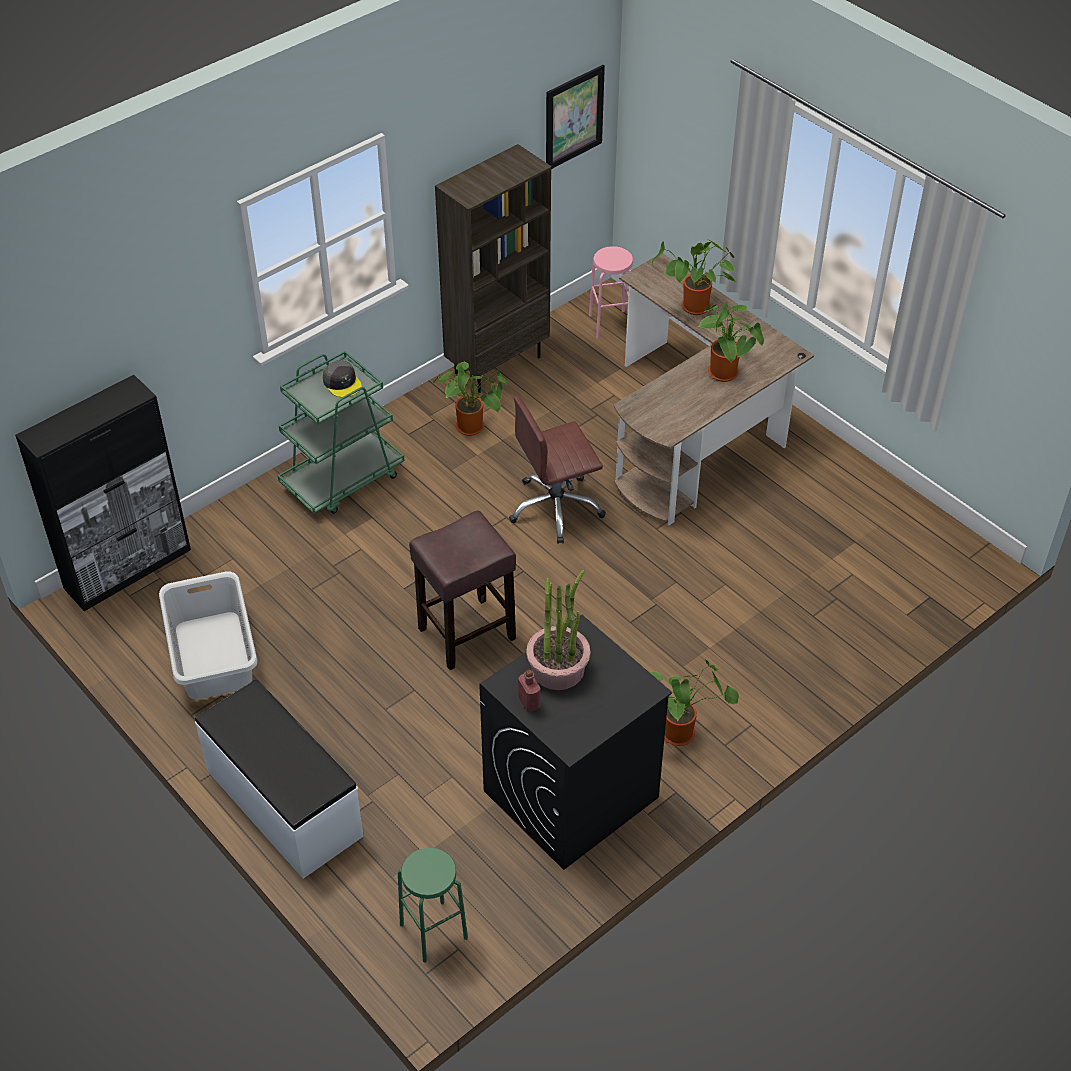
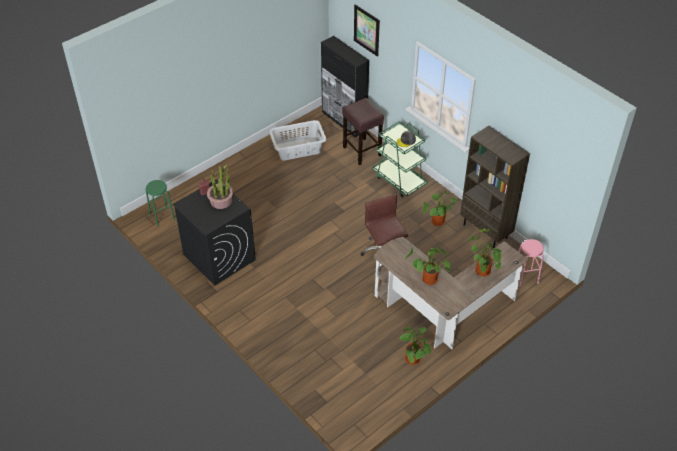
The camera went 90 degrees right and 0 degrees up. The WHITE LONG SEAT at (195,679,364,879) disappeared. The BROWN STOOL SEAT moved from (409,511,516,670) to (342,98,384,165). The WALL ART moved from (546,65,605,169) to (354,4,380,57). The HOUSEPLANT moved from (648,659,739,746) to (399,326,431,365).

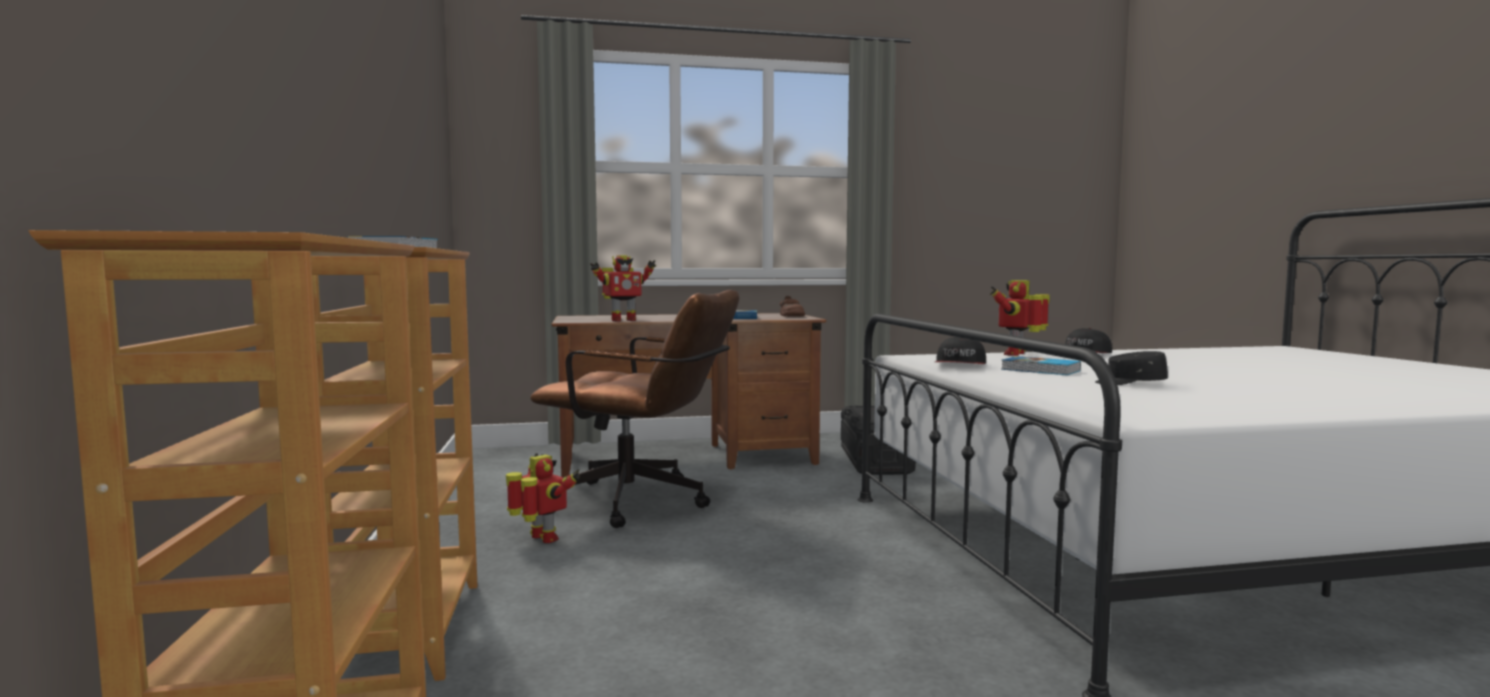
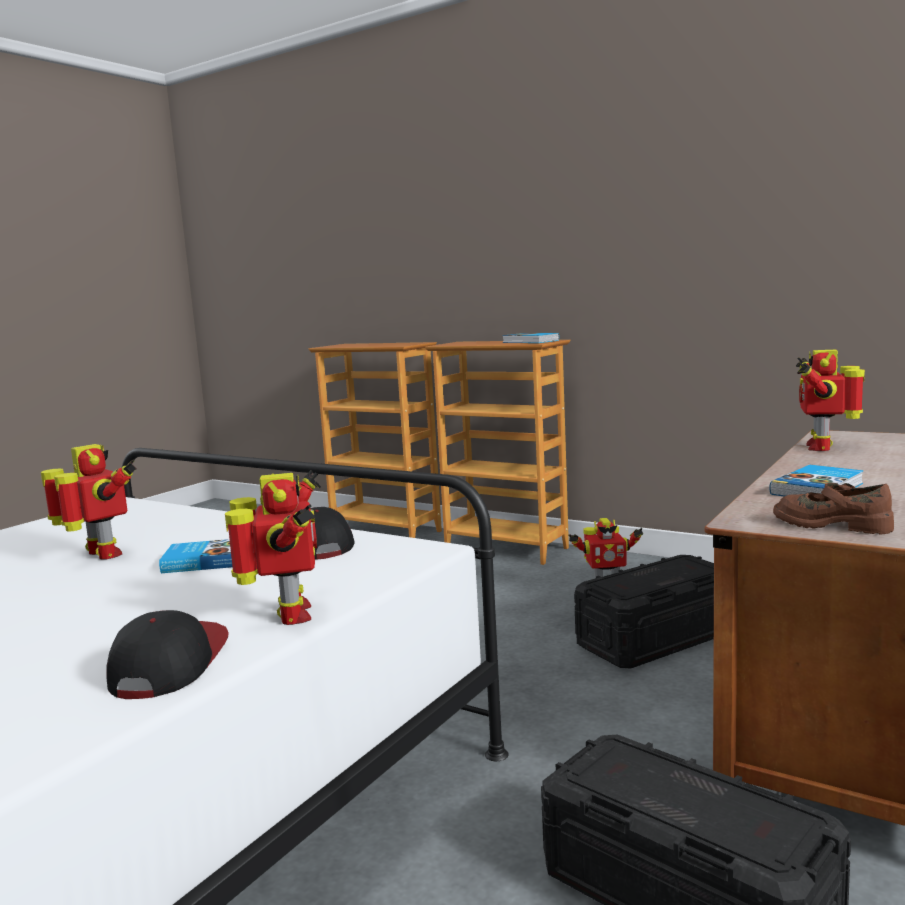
The camera went 135 degrees right and 5 degrees up. The BROWN OFFICE CHAIR at (530,290,739,528) was replaced by the BLACK STORAGE CONTAINER at (574,555,714,669). The BLACK CAP at (1095,351,1168,385) was replaced by the TOY ROBOT at (41,444,137,560).

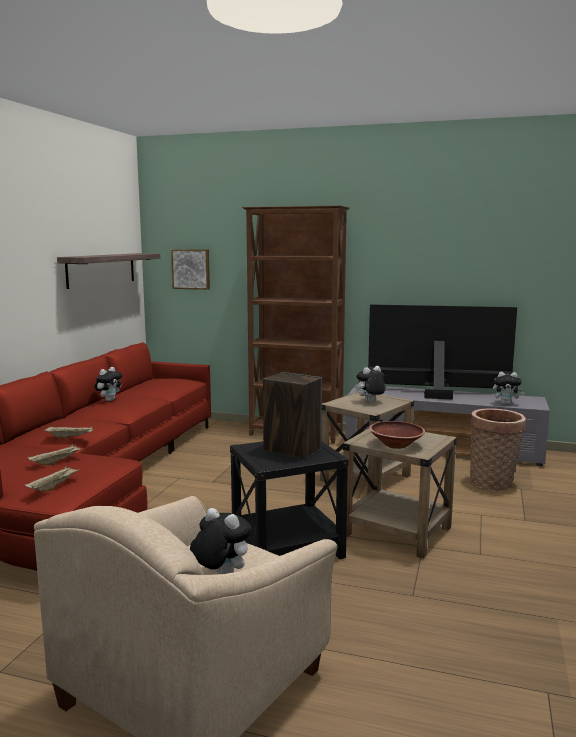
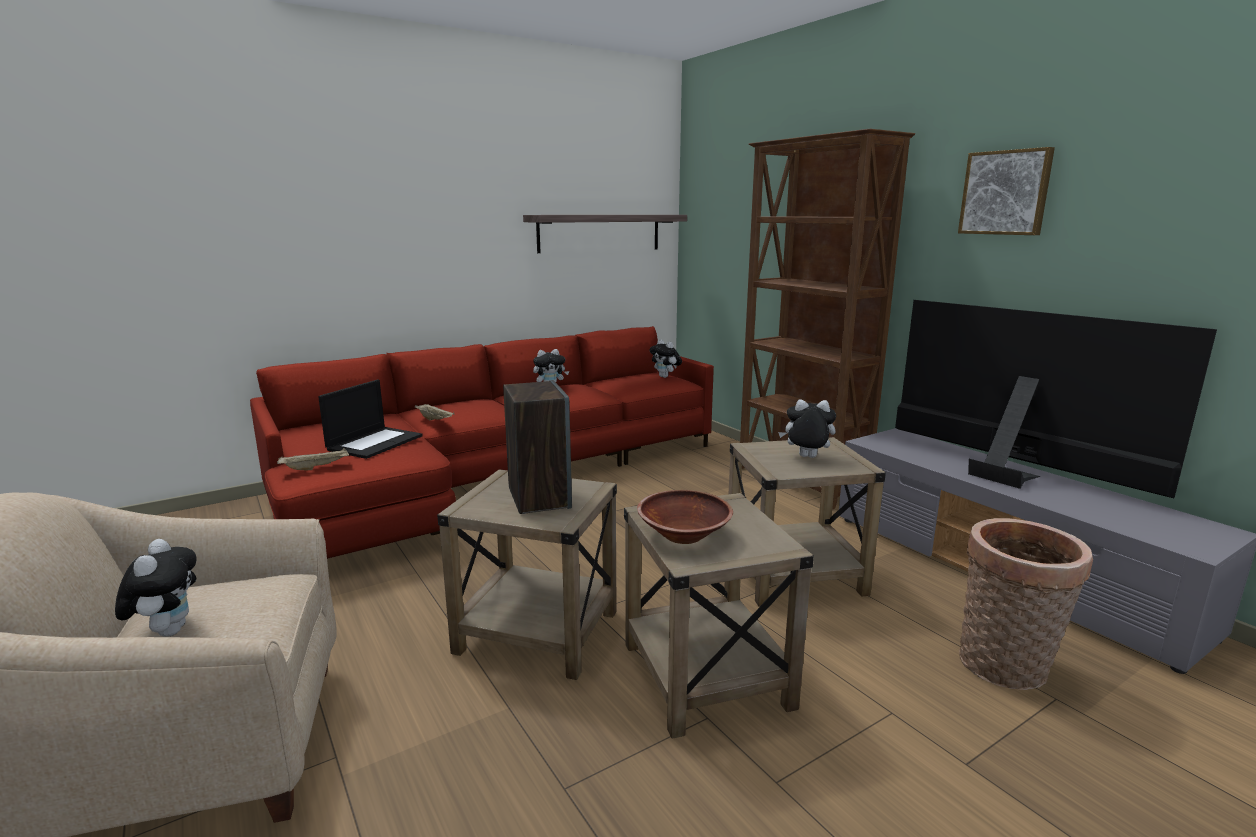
The camera went 40 degrees right and 5 degrees up. The BEIGE TRAY at (28,444,81,465) was replaced by the PORTABLE COMPUTER at (318,380,423,459). The WALL ART moved from (171,249,210,290) to (958,147,1055,235). The BLACK SIDE TABLE at (230,441,349,559) became the BEIGE SIDE TABLE at (437,470,617,680). The PLUSH TOY moved from (493,371,525,405) to (649,339,682,378).

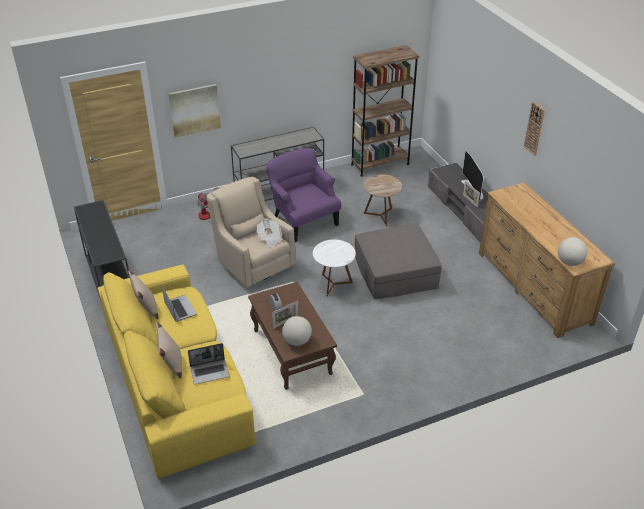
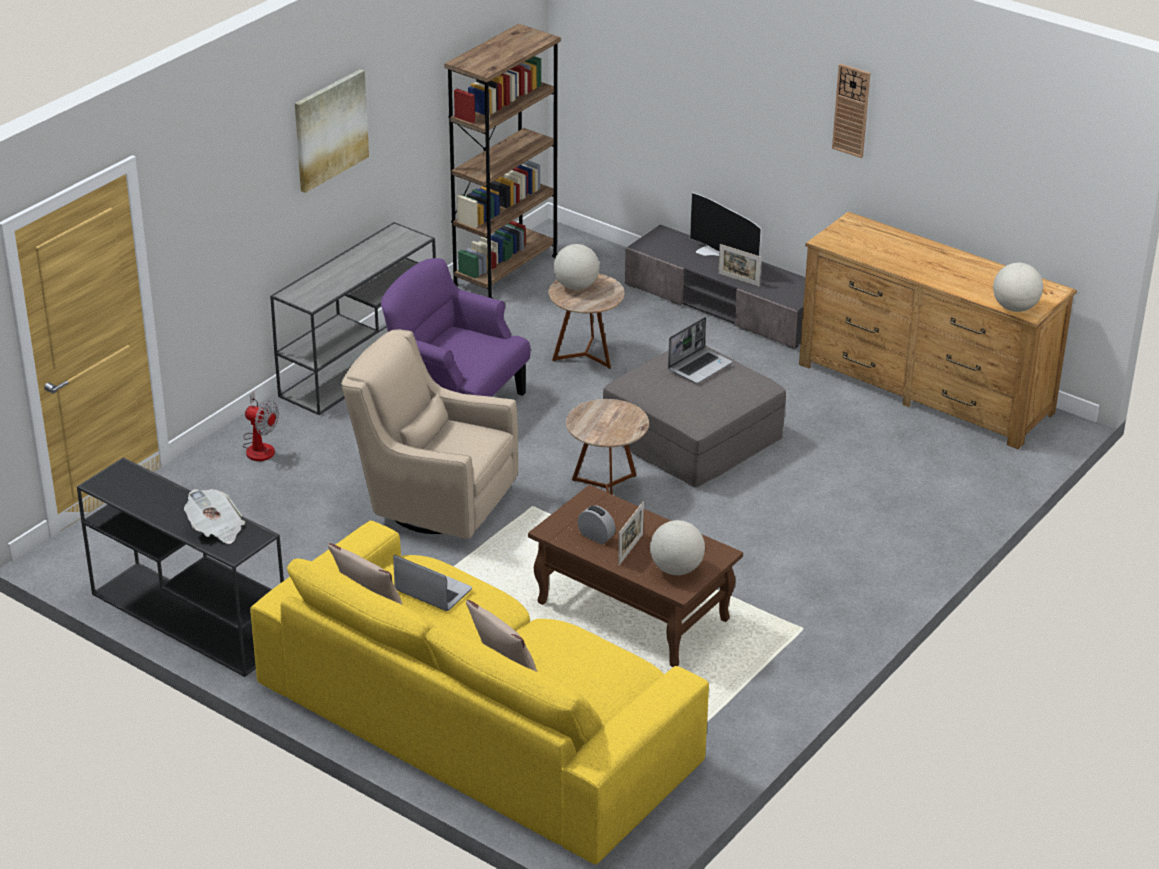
The camera went 30 degrees left and 5 degrees down. The WALL ART moved from (168,84,221,138) to (295,69,369,193). The PORTABLE COMPUTER moved from (188,343,229,384) to (668,317,732,383). The NEWSPAPER moved from (257,219,282,247) to (184,489,245,544). The WHITE SIDE TABLE at (313,240,356,297) became the BROWN SIDE TABLE at (566,399,649,494). The GLOBE at (554,244,599,290) appeared.

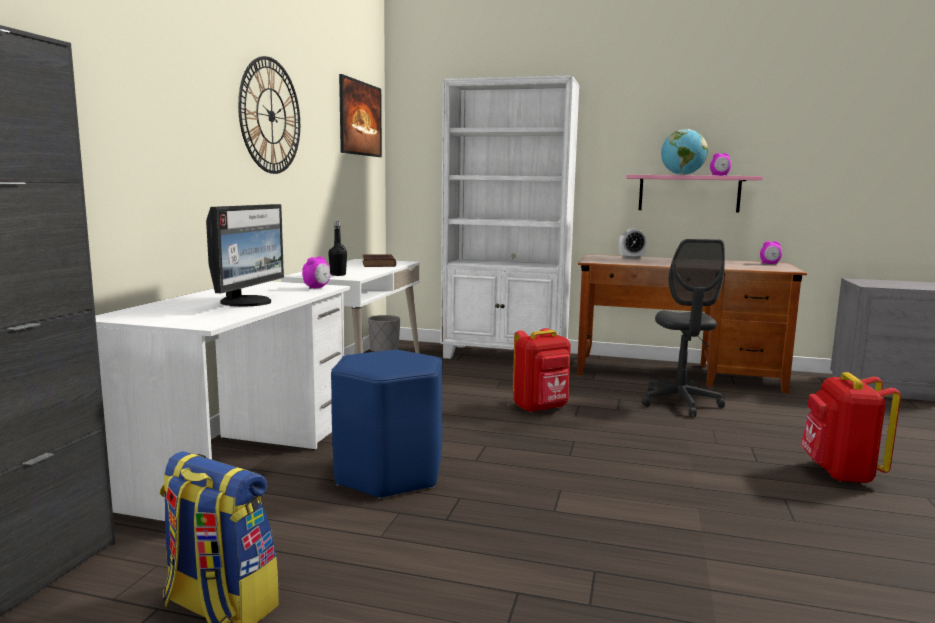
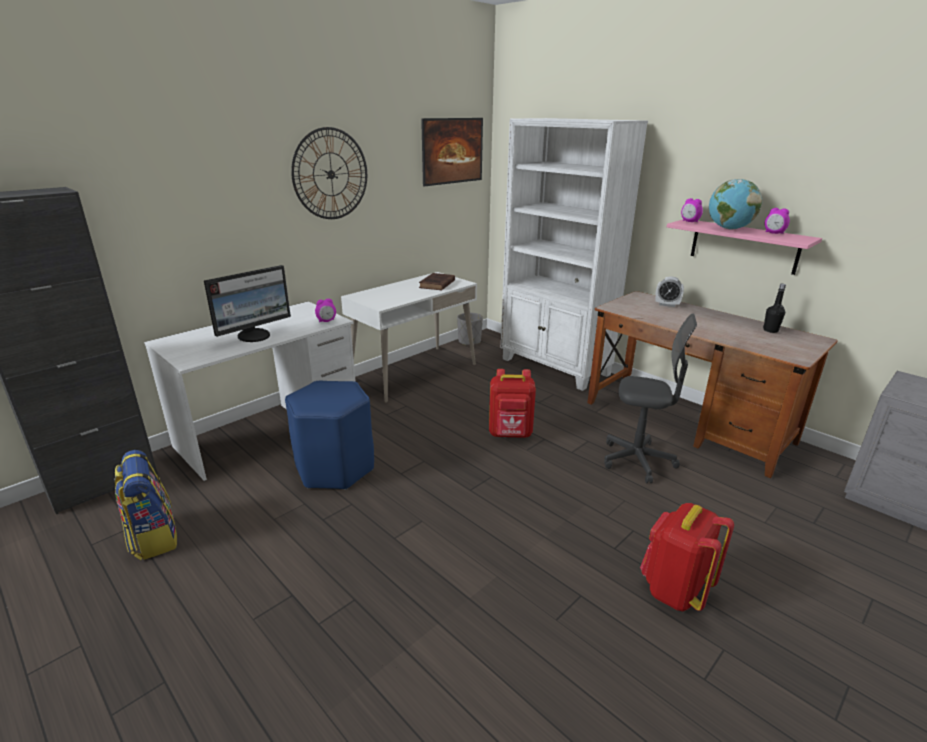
The camera went 30 degrees right and 15 degrees up. The BLACK DRINK BOTTLE moved from (328,221,347,276) to (763,284,786,333). The GREYISH OFFICE CHAIR at (642,239,725,417) turned 105 degrees counterclockwise. The TABLE CLOCK moved from (760,241,782,264) to (681,198,703,222).

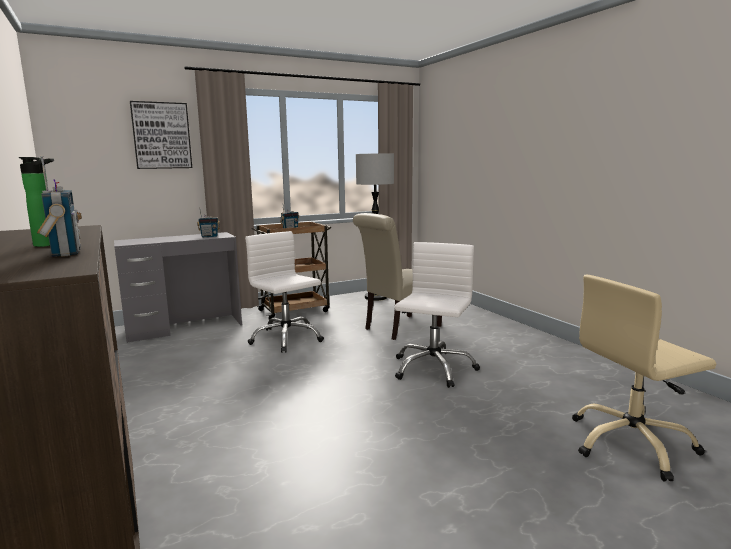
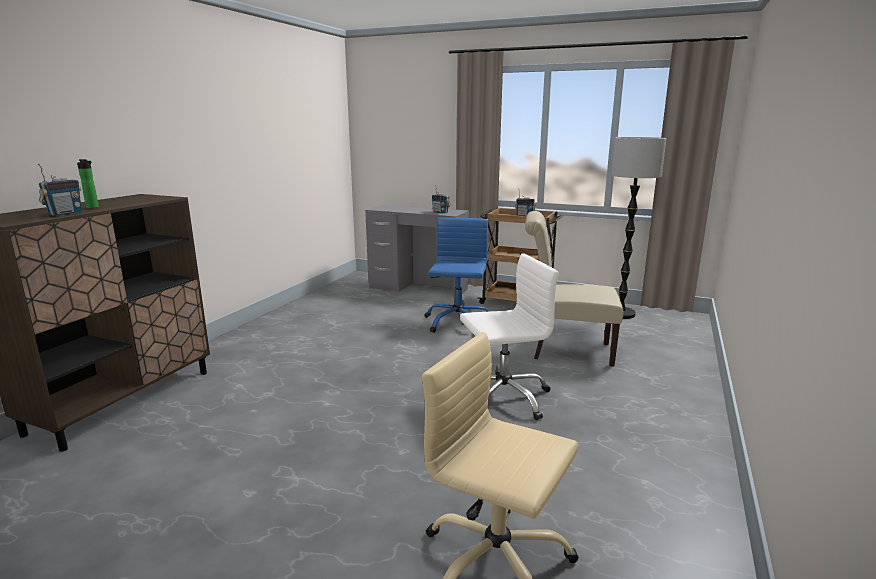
The camera went 50 degrees right and 5 degrees up. The WALL ART at (130,101,192,169) disappeared. The WHITE OFFICE CHAIR at (245,231,324,353) became the BLUE OFFICE CHAIR at (424,217,489,336).

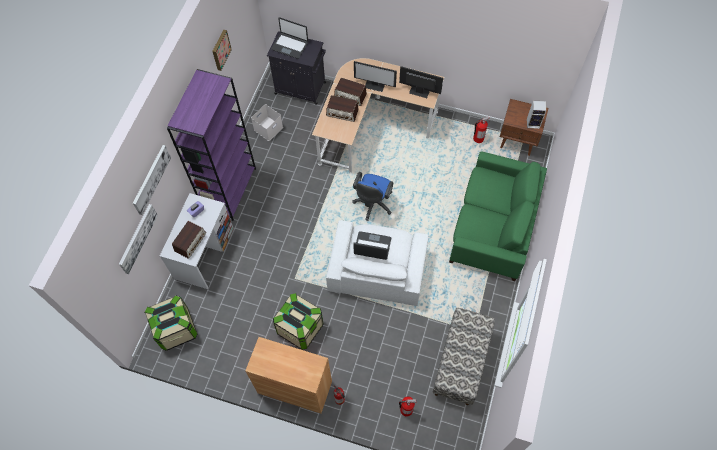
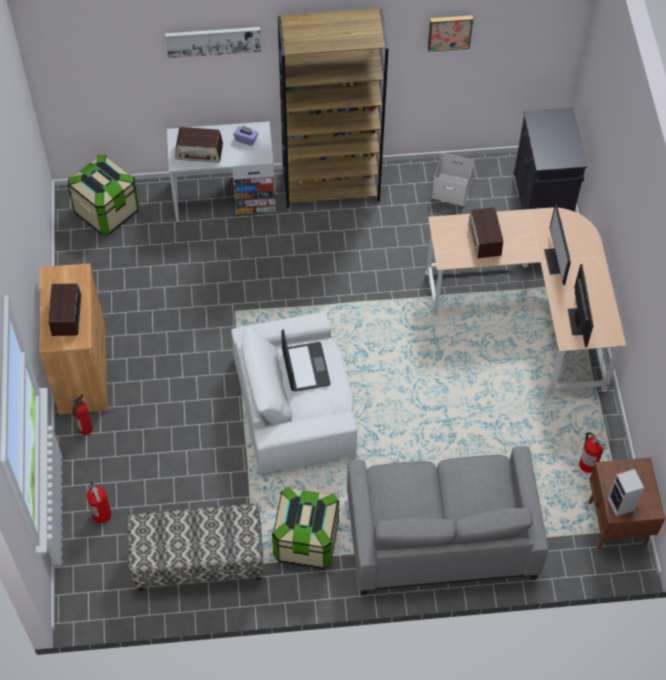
The camera went 65 degrees right and 5 degrees down. The WALL ART at (119,204,158,274) disappeared. The PURPLISH BOOKCASE at (167,69,256,221) became the BROWN BOOKCASE at (278,8,389,208). The PORTABLE COMPUTER at (271,17,308,59) disappeared. The STORAGE CONTAINER moved from (273,293,324,350) to (272,487,339,569). The RADIO moved from (334,78,367,106) to (48,284,81,336). The BLUE OFFICE CHAIR at (353,172,393,221) disappeared. The GREEN SOFA at (449,151,547,281) became the GREYISH SOFA at (347,446,548,595).

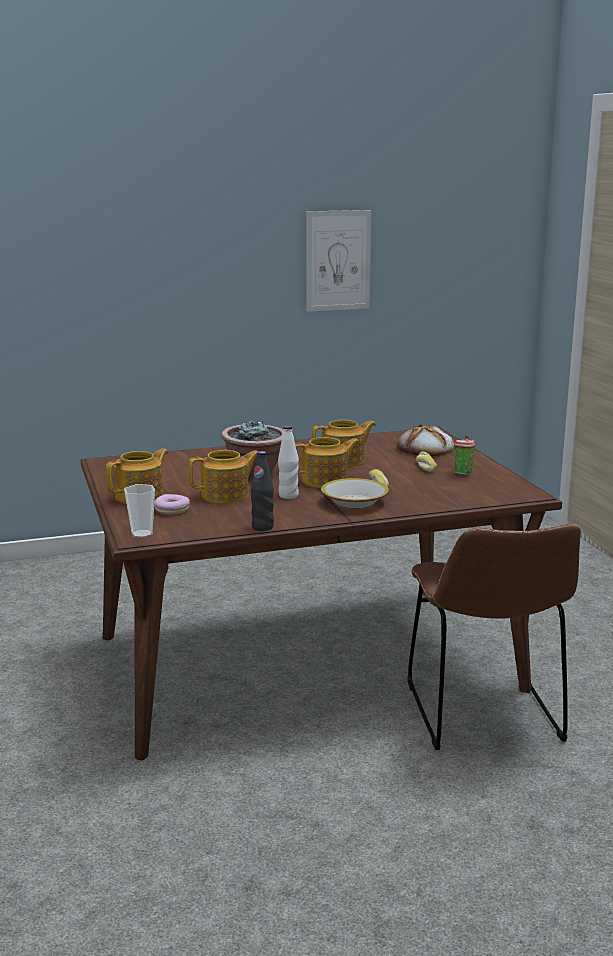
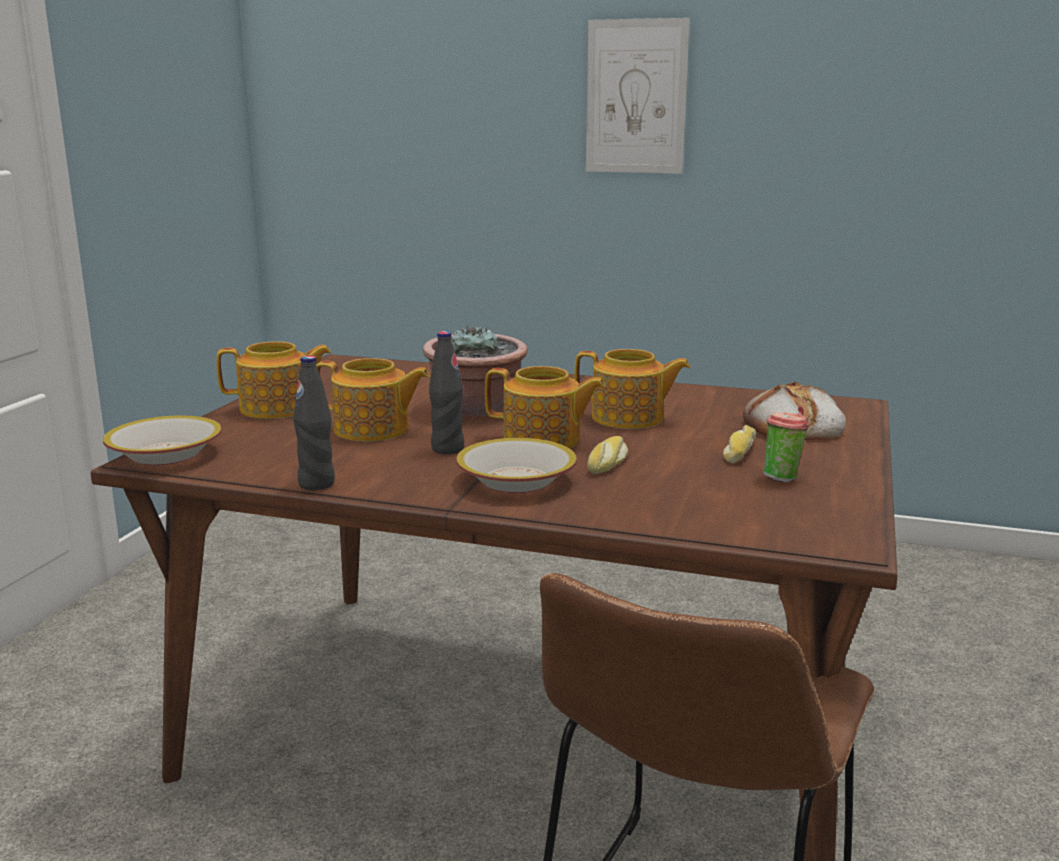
The camera went 35 degrees right and 0 degrees up. The SMALL CUP at (124,484,155,538) was replaced by the SERVING BOWL at (103,415,222,465). The DONUT at (154,494,190,515) disappeared. The WHITE DRINK BOTTLE at (278,426,299,499) became the BLACK DRINK BOTTLE at (429,331,464,454). The WALL ART moved from (307,210,371,312) to (586,18,690,174).

